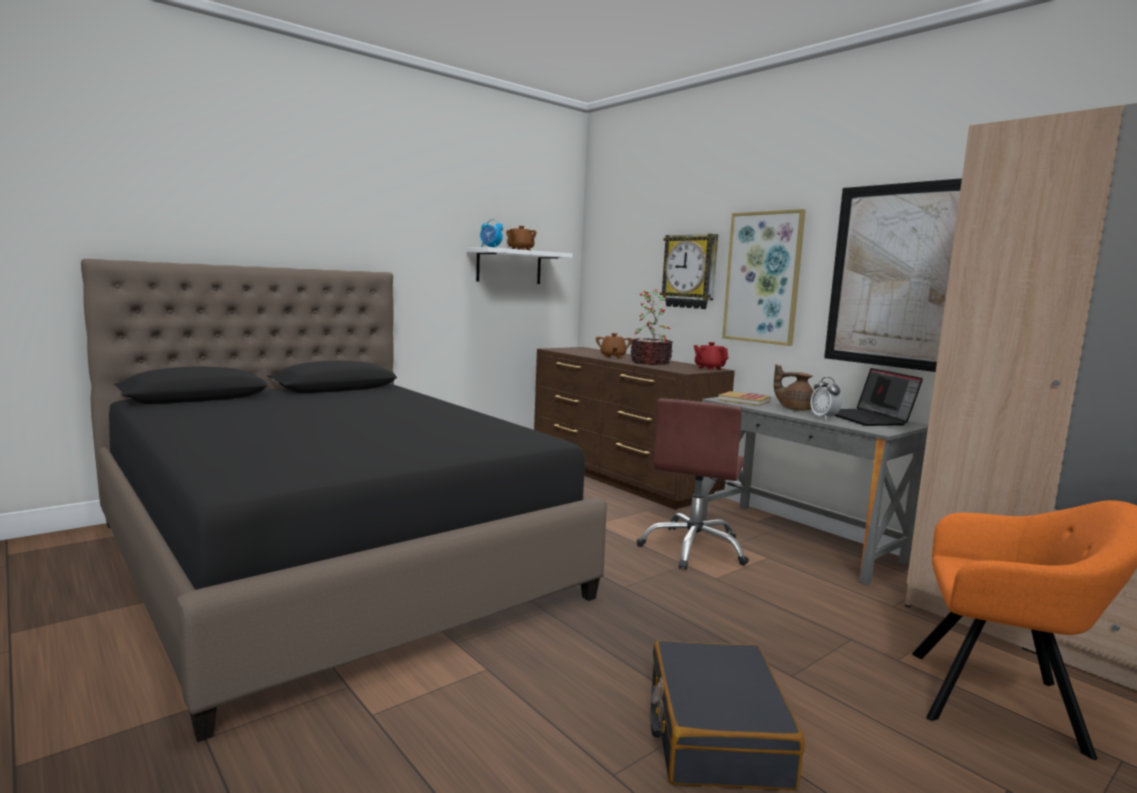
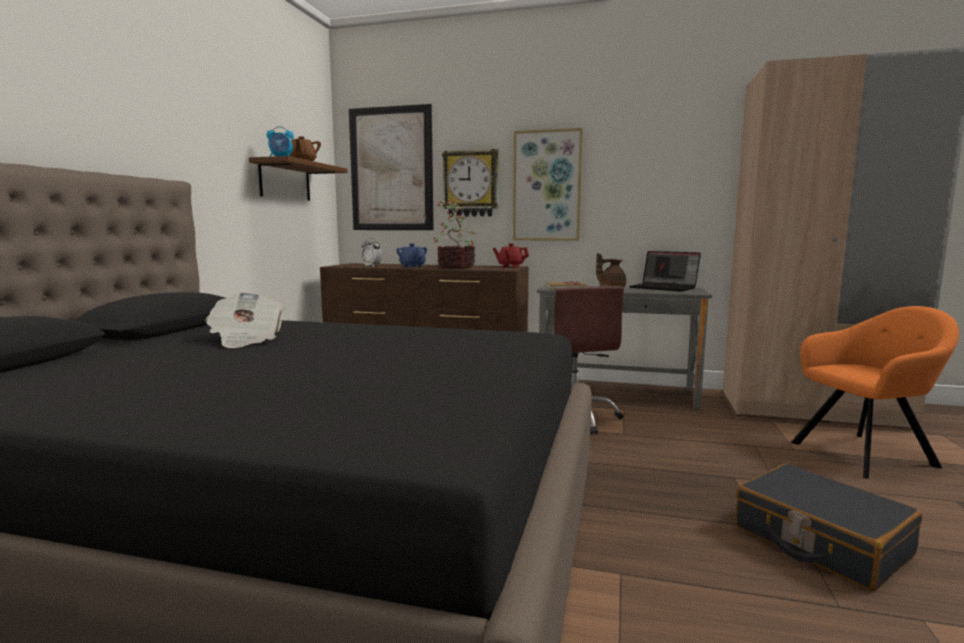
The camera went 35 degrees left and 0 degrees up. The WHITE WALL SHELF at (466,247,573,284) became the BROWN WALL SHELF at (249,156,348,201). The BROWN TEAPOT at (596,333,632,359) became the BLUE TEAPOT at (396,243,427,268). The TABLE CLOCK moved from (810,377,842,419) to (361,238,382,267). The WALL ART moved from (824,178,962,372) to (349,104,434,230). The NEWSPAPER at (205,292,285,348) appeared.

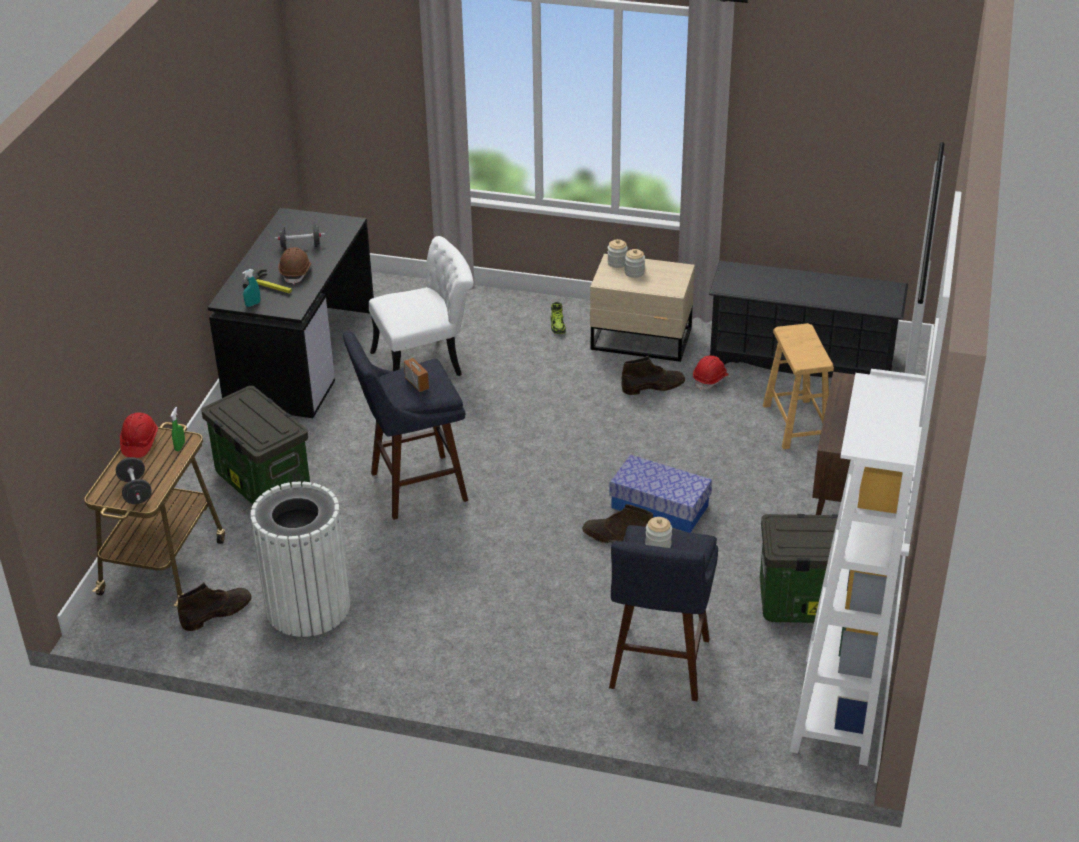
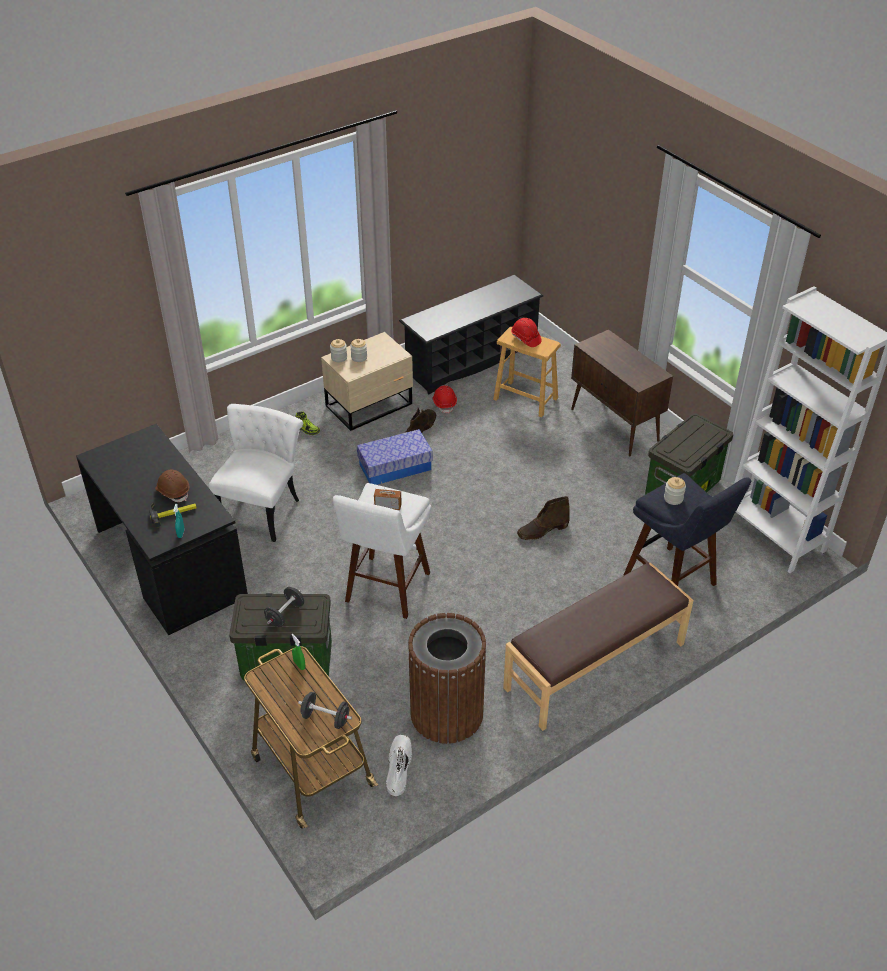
The camera went 50 degrees left and 5 degrees up. The RED-COLOURED SAFETY HELMET moved from (120,413,158,458) to (511,318,542,347). The BROWN HIGH-TOP BOOT at (178,582,252,631) became the WHITE HIGH-TOP BOOT at (386,735,412,796). The WHITE RUBBISH BIN at (250,481,350,637) became the BROWN RUBBISH BIN at (408,613,487,744). The BLACK DUMBBELL moved from (274,223,325,250) to (264,587,304,627). The BLUE STOOL SEAT at (343,331,468,520) became the WHITE STOOL SEAT at (333,483,431,619). The STORAGE CONTAINER moved from (609,455,712,533) to (357,429,433,485). The BROWN LONG SEAT at (503,563,694,731) appeared.

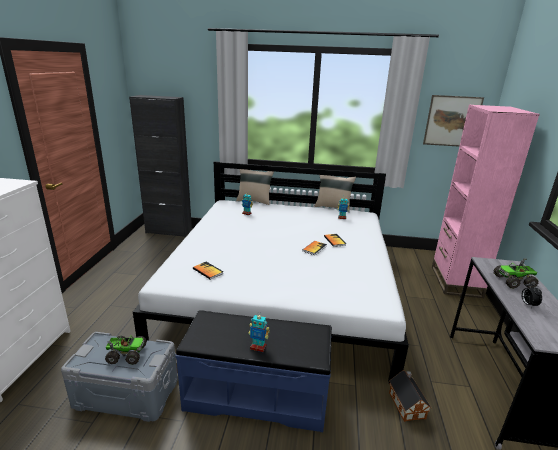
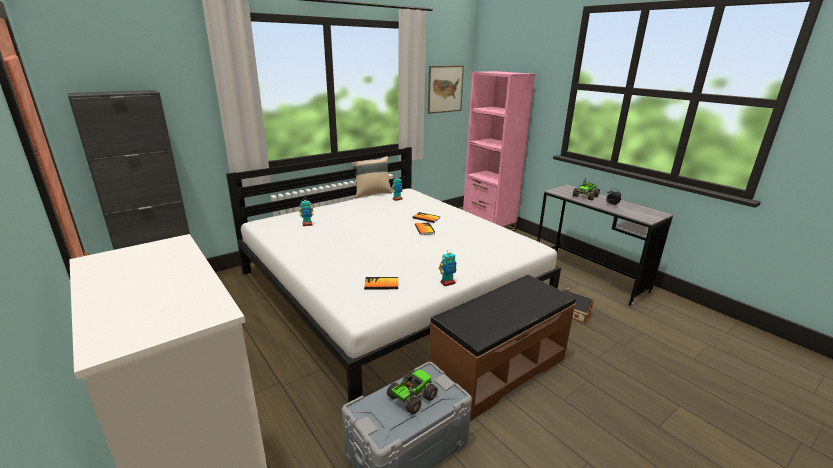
The camera went 45 degrees left and 0 degrees up. The BLUE LONG SEAT at (175,310,332,432) became the BROWN LONG SEAT at (429,275,576,421). The BEIGE THROW PILLOW at (236,169,274,205) disappeared. The TOY ROBOT moved from (249,312,270,352) to (439,249,457,286).

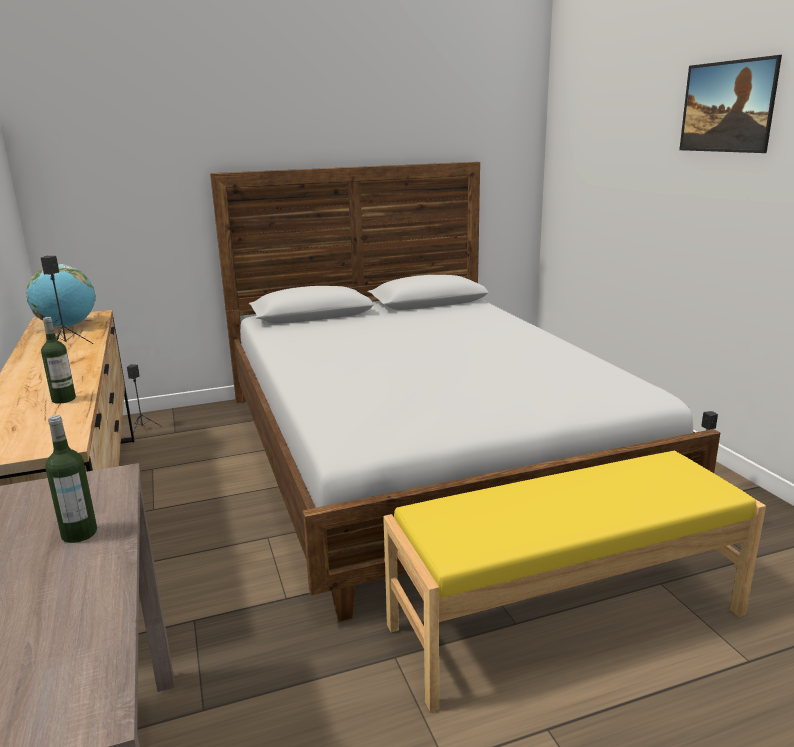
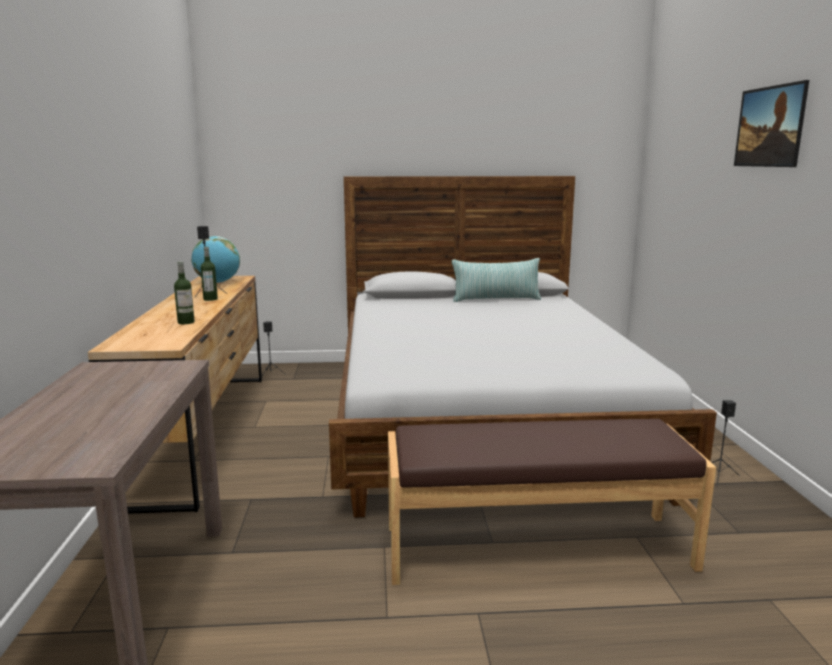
The camera went 15 degrees right and 5 degrees down. The DRINK BOTTLE moved from (45,415,97,543) to (201,247,218,301). The YELLOWISH LONG SEAT at (383,451,766,712) became the BROWN LONG SEAT at (388,419,716,585). The THROW PILLOW at (452,258,541,302) appeared.

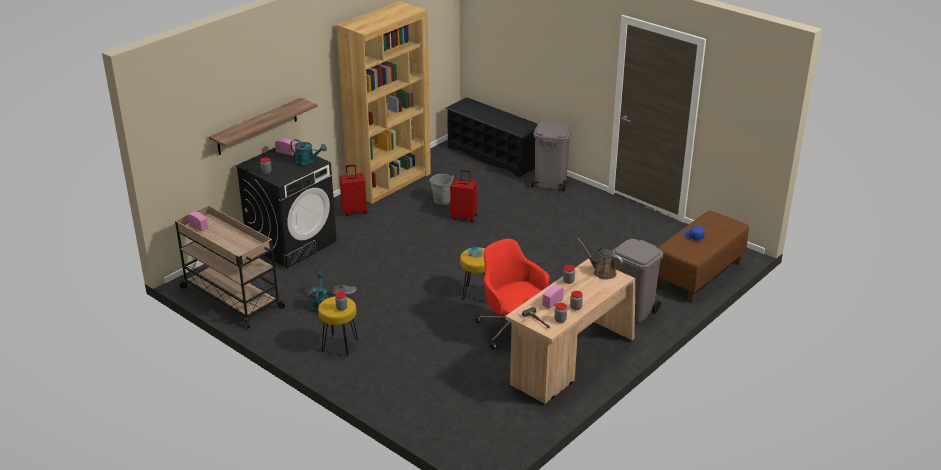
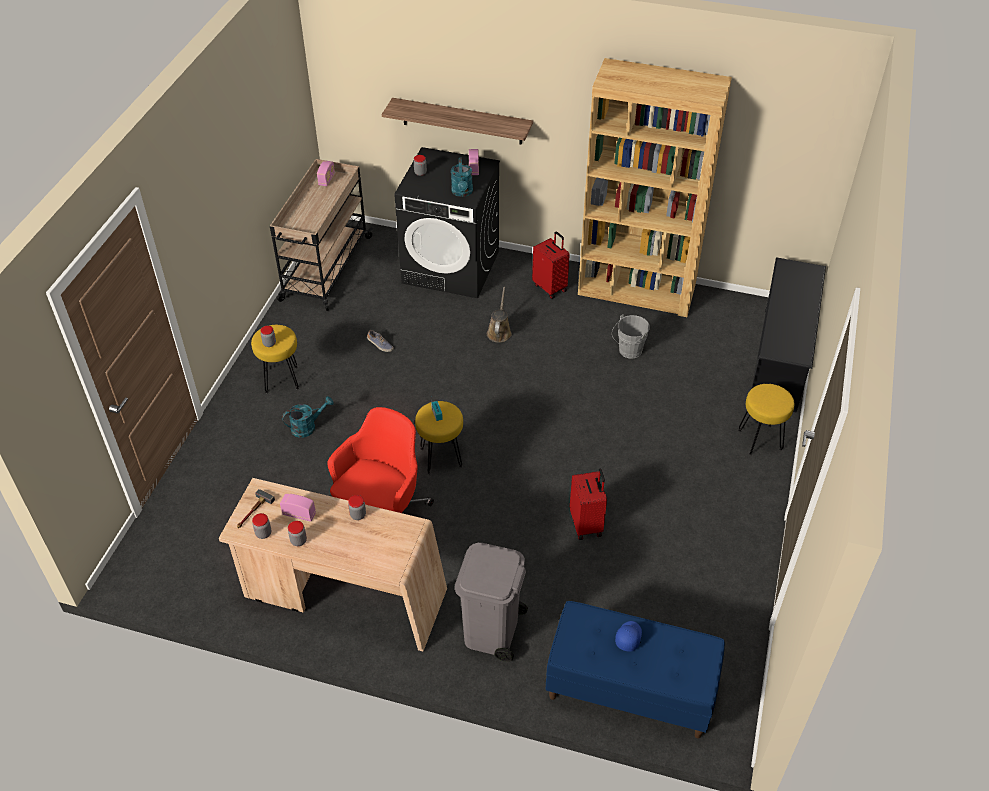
The camera went 65 degrees right and 15 degrees up. The TURQUOISE-COLOURED SPRINKLING CAN moved from (309,273,327,313) to (282,396,334,438). The RED-COLOURED TRAVEL CASE moved from (450,170,477,222) to (570,469,607,540). The GREYISH RUBBISH BIN at (531,122,572,191) was replaced by the YELLOWISH STOOL SEAT at (738,384,794,455). The BROWN SPRINKLING CAN moved from (577,239,623,279) to (487,287,512,343). The BROWN LONG SEAT at (657,210,749,303) became the BLUE LONG SEAT at (546,601,725,738).

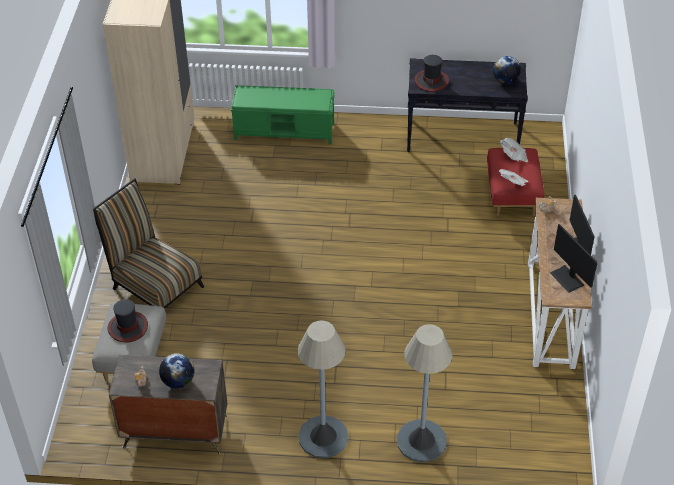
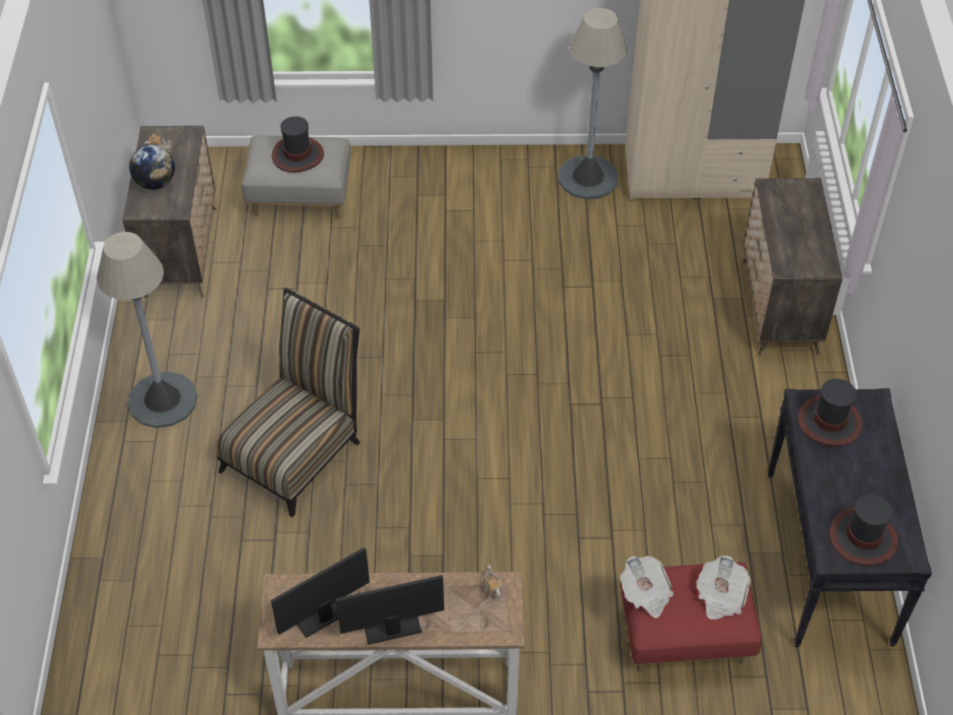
The camera went 85 degrees right and 5 degrees up. The UPRIGHT CHAIR moved from (93,178,205,309) to (216,287,360,517). The GREEN LONG SEAT at (231,85,335,144) was replaced by the CHEST OF DRAWERS at (742,178,843,356). The GREYISH FLOOR LAMP moved from (397,324,453,462) to (558,8,628,200). The GLOBE at (493,56,521,84) was replaced by the CLOTHING HAT at (829,494,898,566).

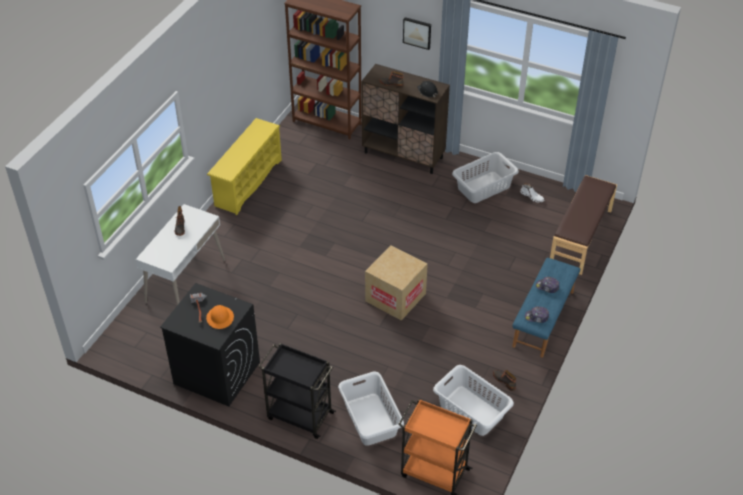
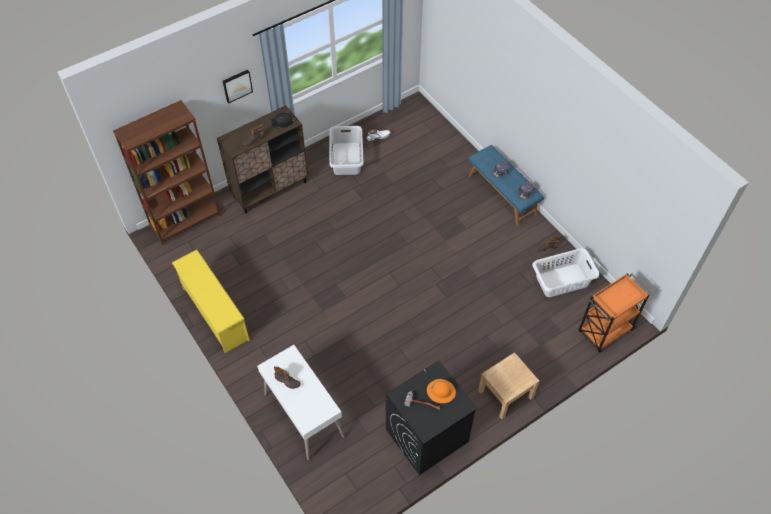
The camera went 60 degrees left and 10 degrees up. The BLACK TROLLEY at (258,343,336,439) was replaced by the BEIGE NIGHTSTAND at (478,352,539,419). The WHITE LAUNDRY BASKET at (338,371,404,446) disappeared. The PACKING BOX at (365,245,428,321) disappeared. The BROWN LONG SEAT at (550,175,617,275) disappeared.

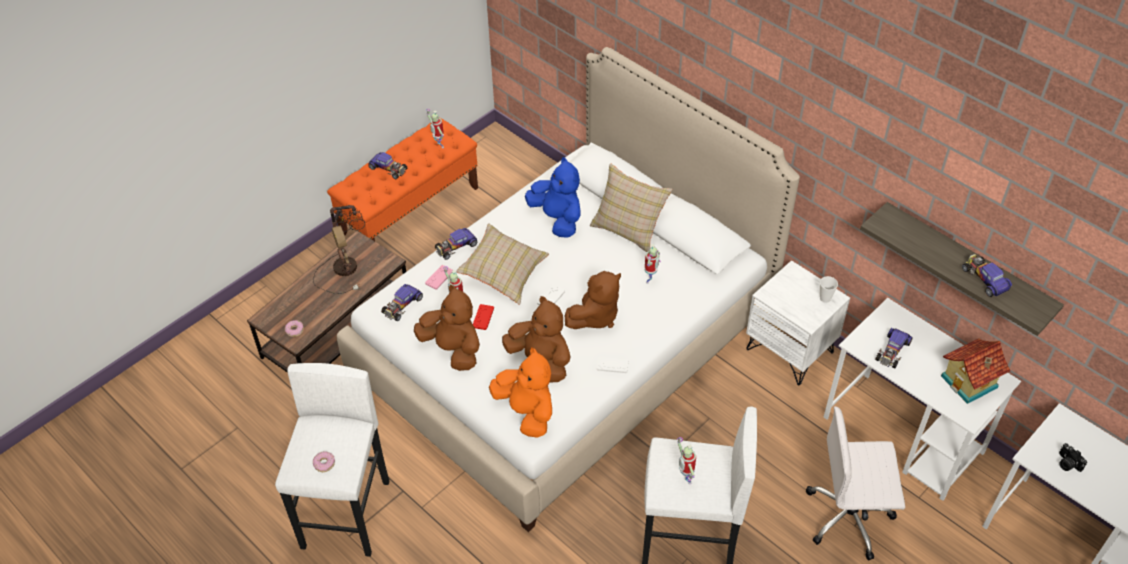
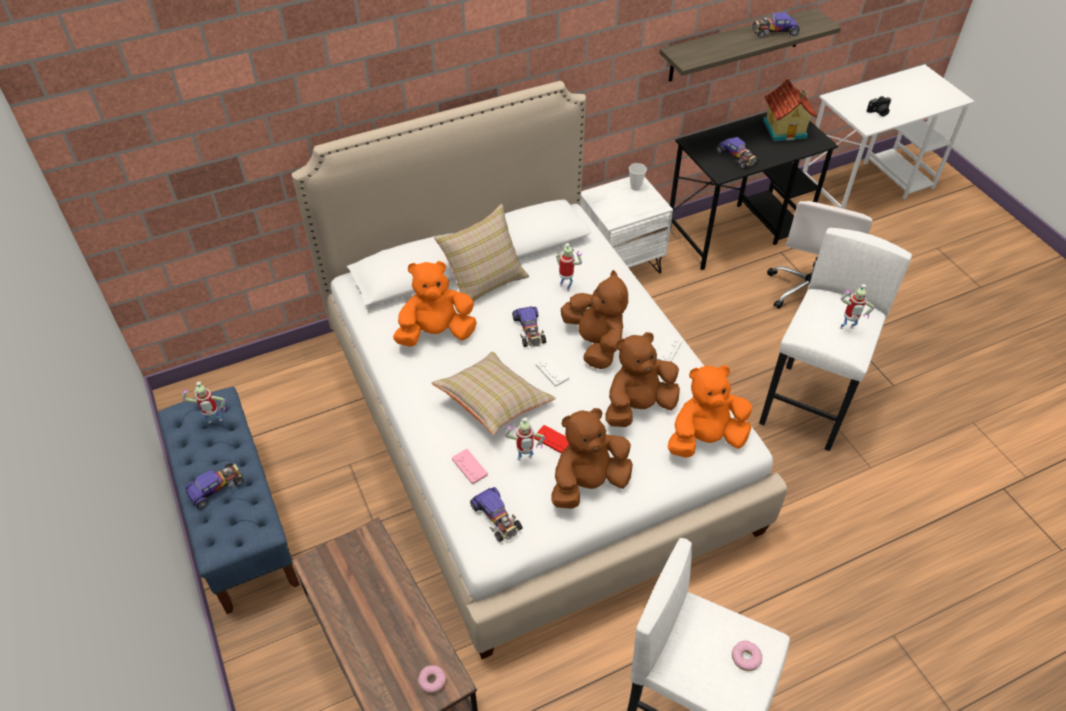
The camera went 70 degrees left and 0 degrees up. The TABLETOP LAMP at (313,205,365,294) disappeared. The ORANGE LONG SEAT at (327,119,478,241) became the BLUE LONG SEAT at (158,387,300,614). The MINIATURE CAR moved from (435,228,477,260) to (512,306,546,347). The BLUE PLUSH TOY at (525,157,581,238) became the ORANGE PLUSH TOY at (393,261,477,347). The WHITE DESK UNIT at (824,298,1021,501) became the BLACK DESK UNIT at (670,112,838,270).

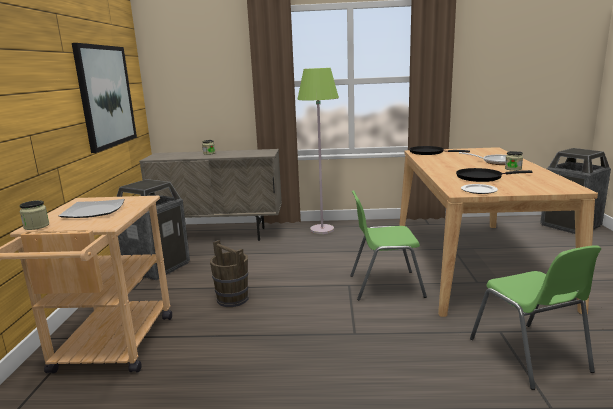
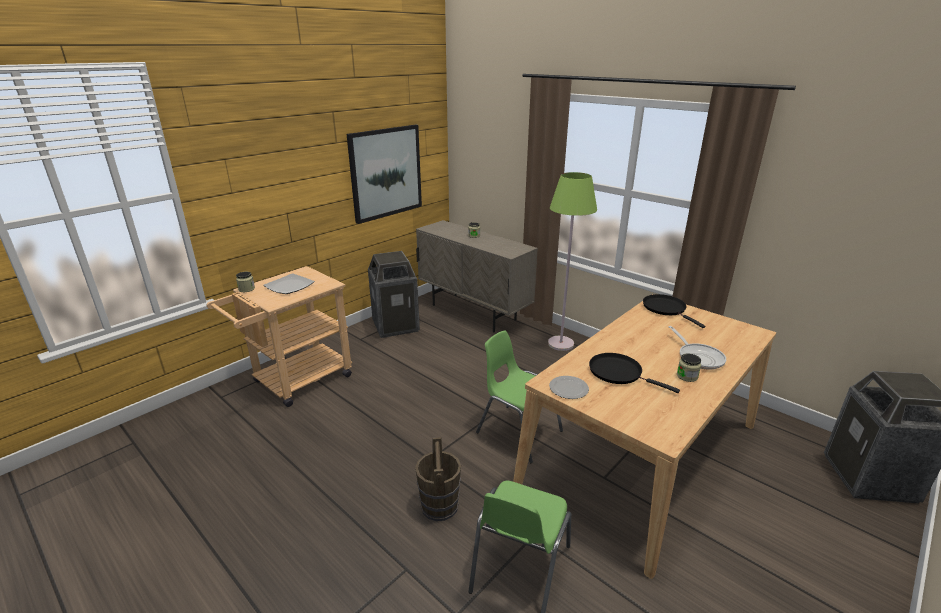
The camera went 40 degrees right and 10 degrees up. The BROWN BUCKET moved from (210,240,248,307) to (415,437,461,521).

